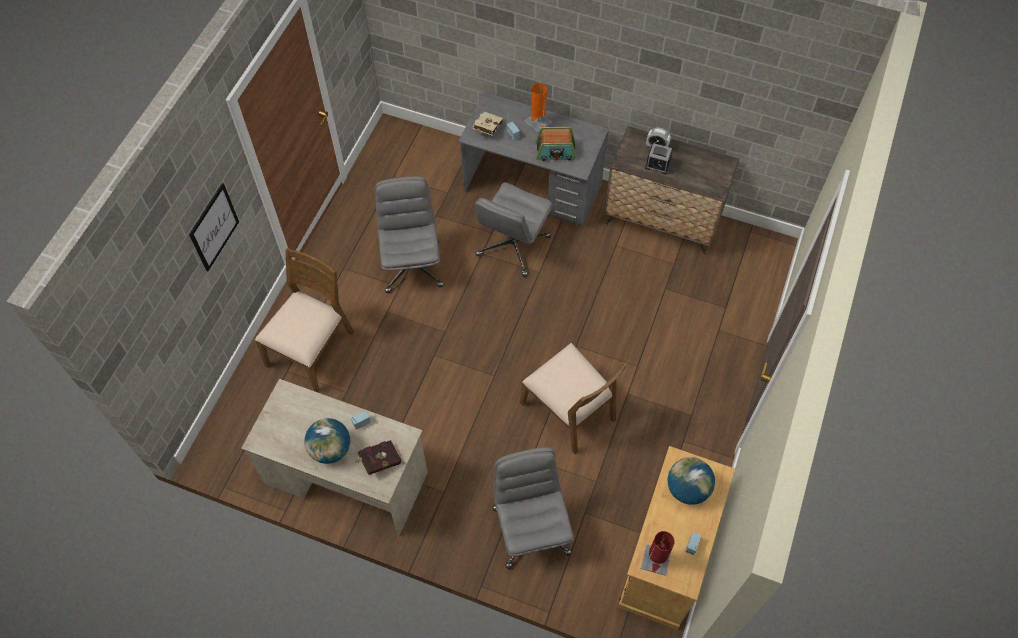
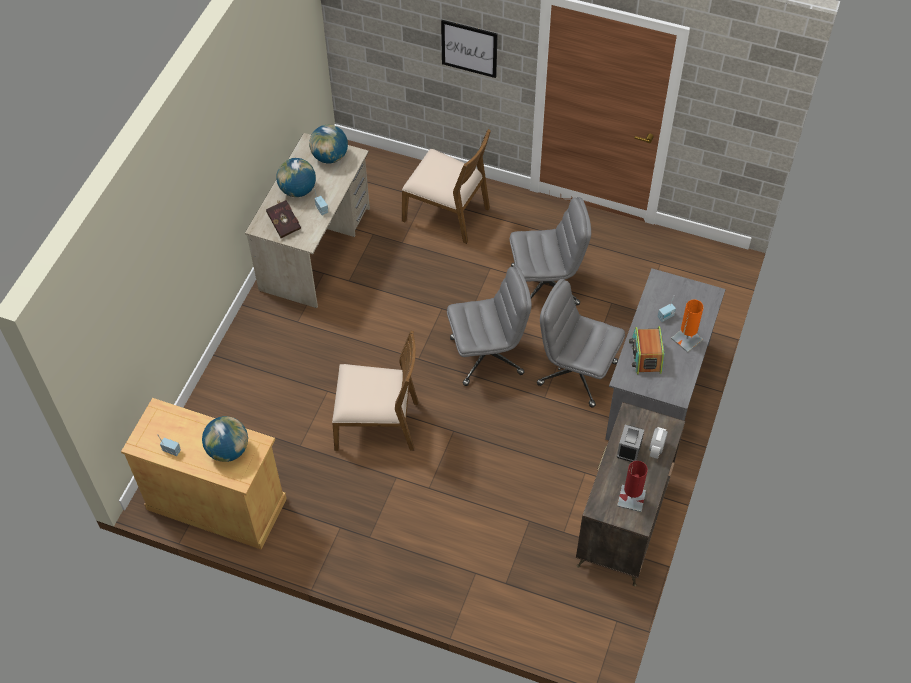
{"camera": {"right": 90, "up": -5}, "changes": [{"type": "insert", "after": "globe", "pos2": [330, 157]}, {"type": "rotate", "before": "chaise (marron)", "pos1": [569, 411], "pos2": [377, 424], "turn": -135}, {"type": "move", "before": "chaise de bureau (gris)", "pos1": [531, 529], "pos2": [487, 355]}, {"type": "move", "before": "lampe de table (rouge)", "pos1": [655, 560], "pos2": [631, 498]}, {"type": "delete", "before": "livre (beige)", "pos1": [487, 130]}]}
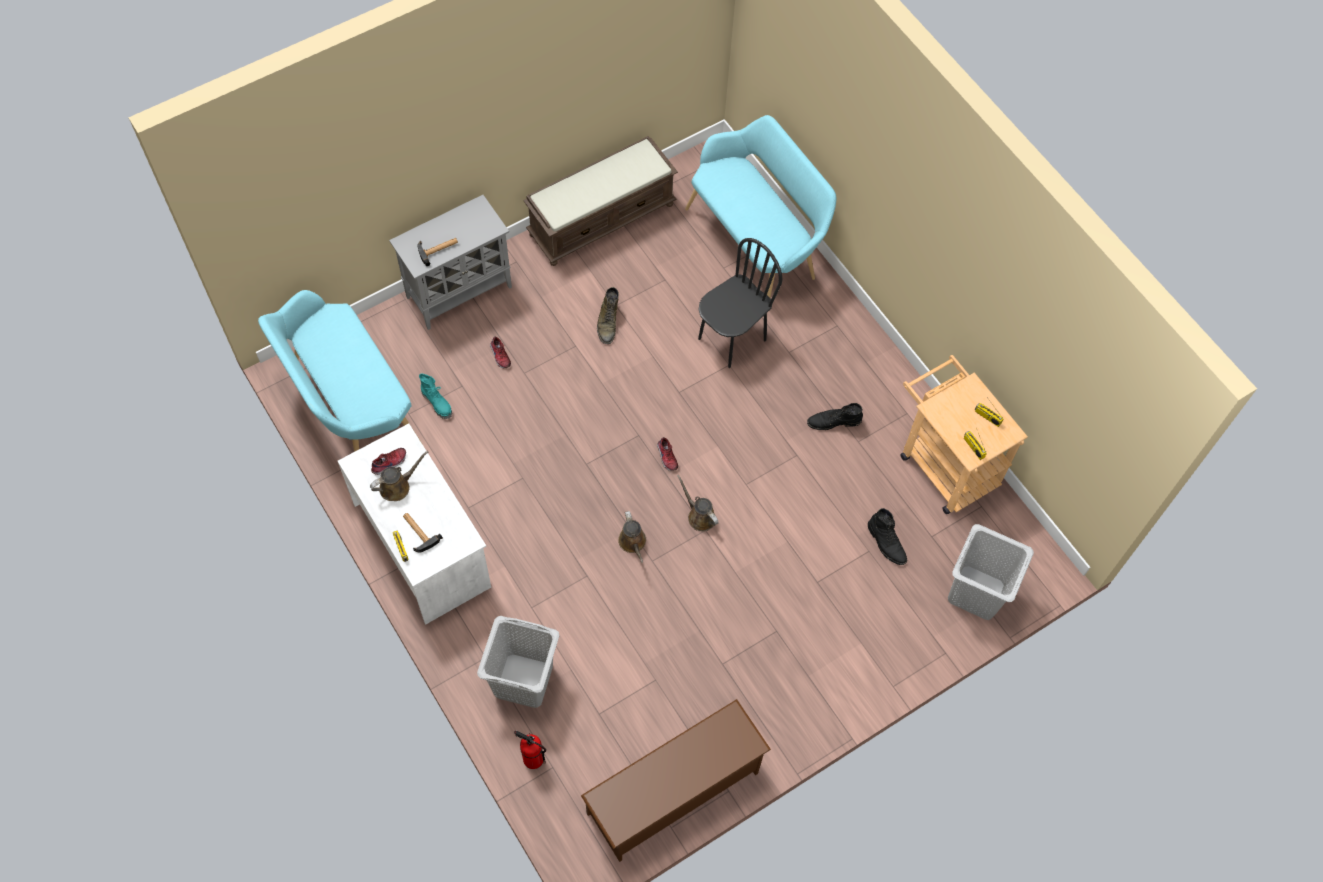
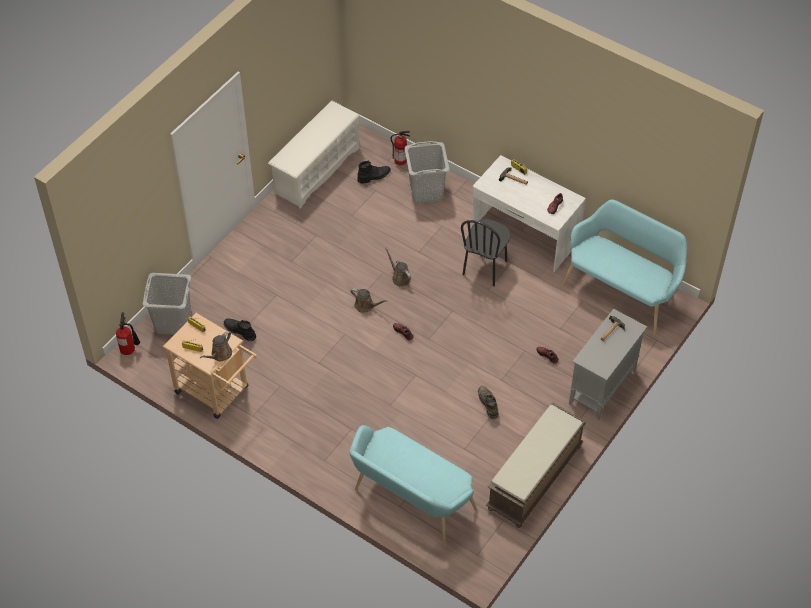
{"camera": {"right": 160, "up": -10}, "changes": [{"type": "insert", "after": "extincteur", "pos2": [130, 349]}, {"type": "move", "before": "arrosoir (marron)", "pos1": [397, 486], "pos2": [220, 354]}, {"type": "recolor", "before": "étagère à chaussures (marron)", "after": "étagère à chaussures (blanc)", "pos1": [673, 793], "pos2": [316, 170]}, {"type": "move", "before": "botte (noir)", "pos1": [834, 421], "pos2": [374, 176]}, {"type": "move", "before": "chaise (noir)", "pos1": [731, 339], "pos2": [485, 268]}, {"type": "delete", "before": "botte (turquoise)", "pos1": [437, 403]}]}
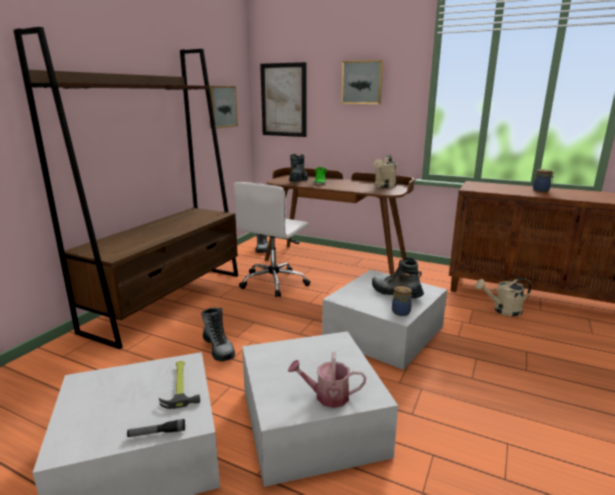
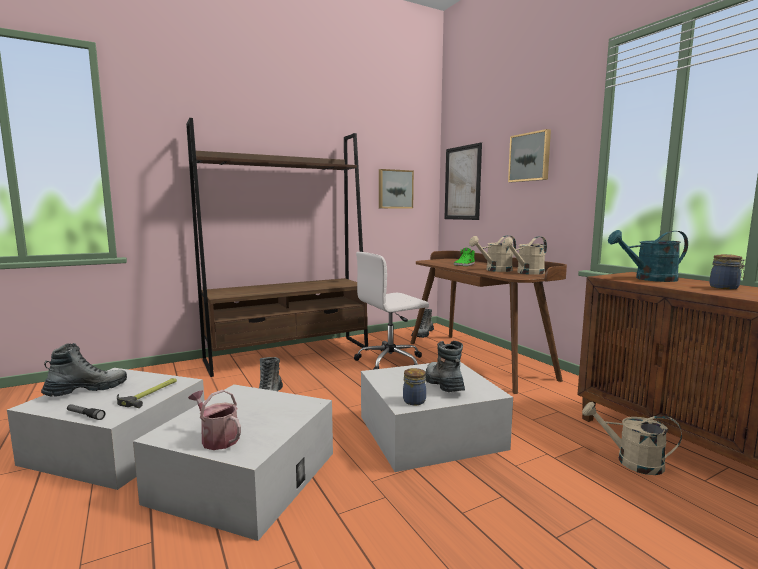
{"camera": {"right": 35, "up": -10}, "changes": [{"type": "move", "before": "botte", "pos1": [298, 181], "pos2": [87, 390]}, {"type": "insert", "after": "arrosoir (beige)", "pos2": [495, 270]}, {"type": "insert", "after": "arrosoir (turquoise)", "pos2": [649, 279]}]}
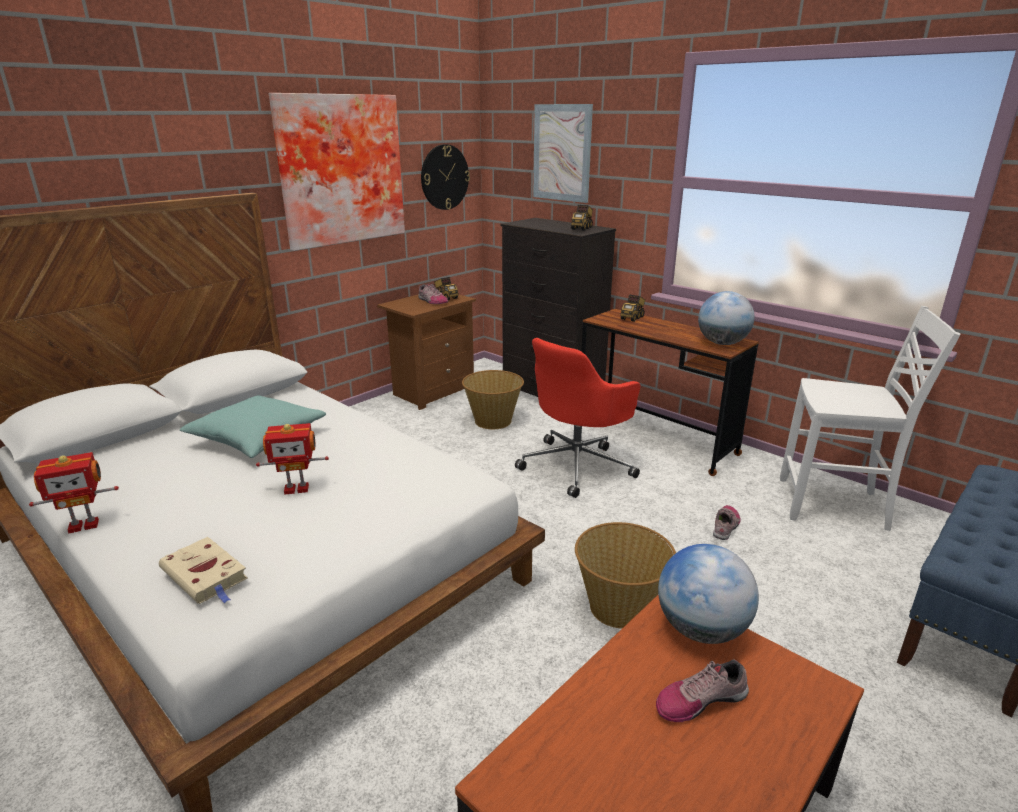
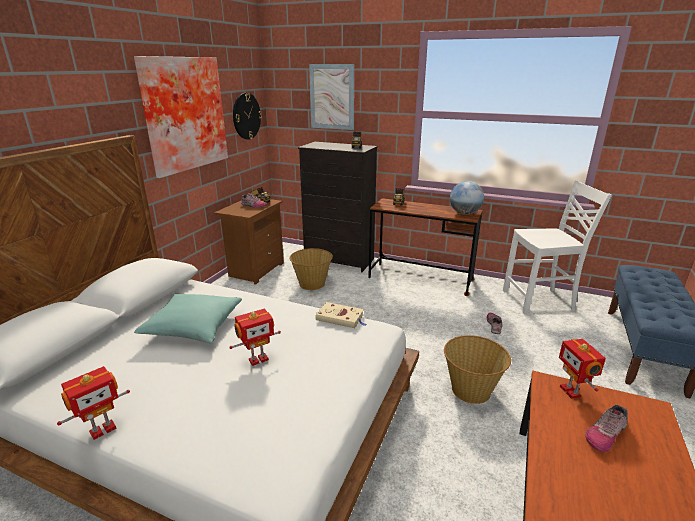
{"camera": {"right": -20, "up": 0}, "changes": [{"type": "move", "before": "livre (beige)", "pos1": [206, 575], "pos2": [341, 318]}, {"type": "replace", "before": "globe", "after": "robot jouet", "pos1": [701, 629], "pos2": [571, 391]}, {"type": "delete", "before": "chaise de bureau (rouge)", "pos1": [577, 465]}]}
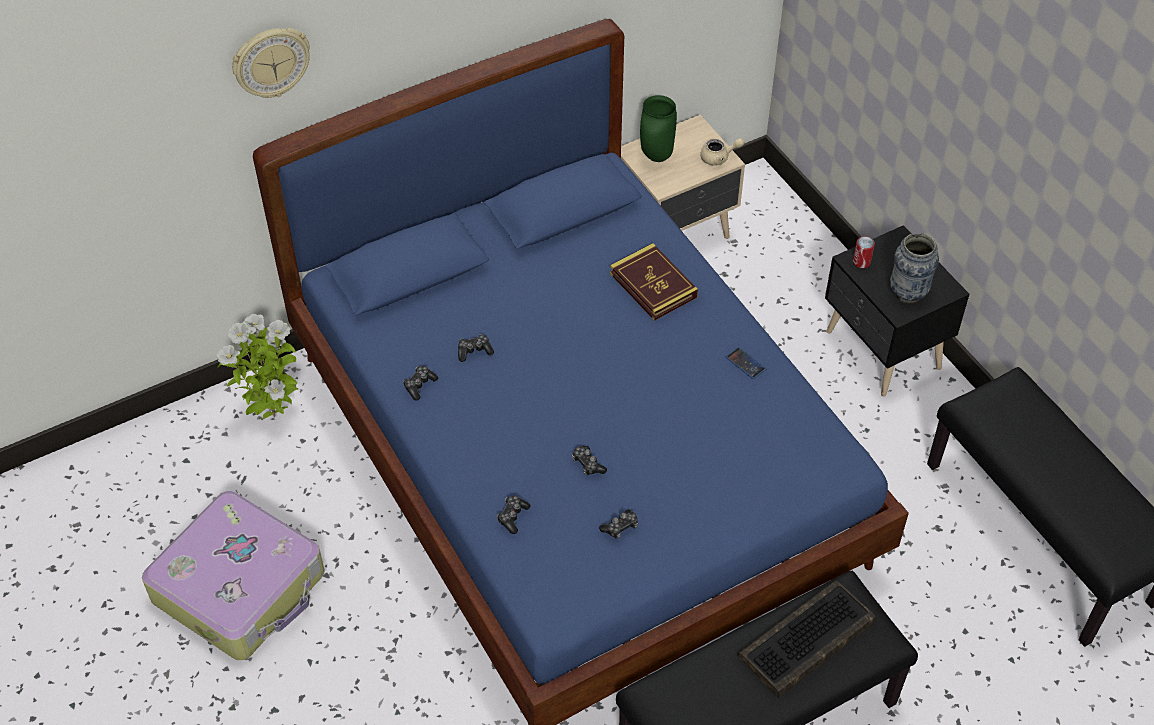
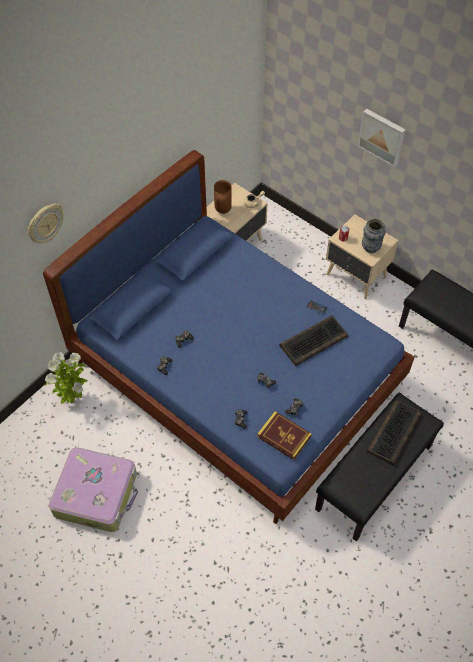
{"camera": {"right": -20, "up": 5}, "changes": [{"type": "recolor", "before": "vase (vert)", "after": "vase (marron)", "pos1": [657, 157], "pos2": [223, 211]}, {"type": "move", "before": "livre", "pos1": [653, 285], "pos2": [284, 437]}, {"type": "insert", "after": "clavier", "pos2": [313, 340]}, {"type": "recolor", "before": "table de chevet (noir)", "after": "table de chevet (beige)", "pos1": [882, 352], "pos2": [356, 277]}, {"type": "insert", "after": "tableau", "pos2": [382, 136]}]}
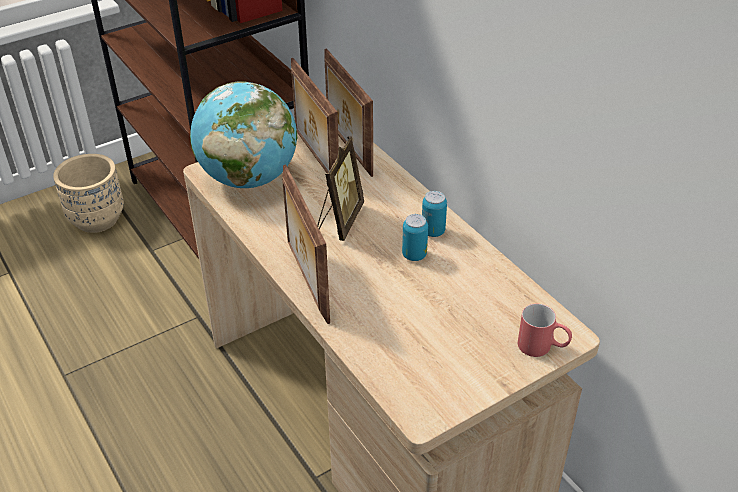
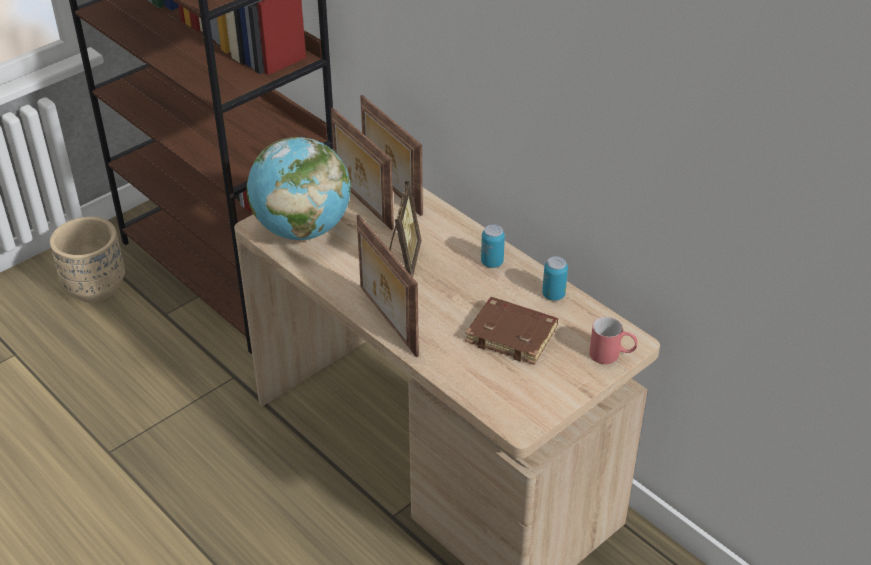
{"camera": {"right": -10, "up": 0}, "changes": [{"type": "insert", "after": "livre (marron)", "pos2": [513, 334]}, {"type": "move", "before": "boîte métallique", "pos1": [414, 255], "pos2": [553, 295]}]}
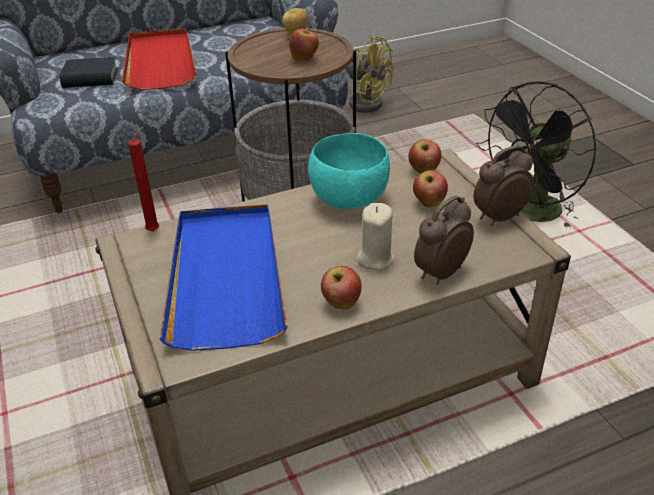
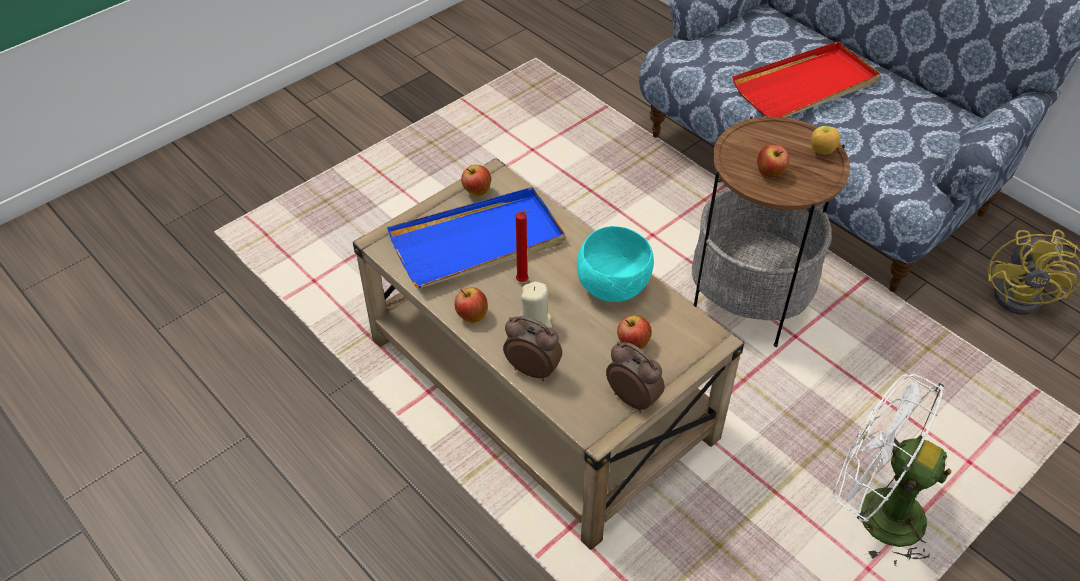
{"camera": {"right": 70, "up": 10}, "changes": [{"type": "move", "before": "pomme", "pos1": [423, 171], "pos2": [476, 191]}, {"type": "move", "before": "bougie (rouge)", "pos1": [155, 230], "pos2": [524, 282]}, {"type": "recolor", "before": "ventilateur (noir)", "after": "ventilateur (blanc)", "pos1": [529, 215], "pos2": [875, 513]}, {"type": "delete", "before": "livre", "pos1": [90, 79]}]}
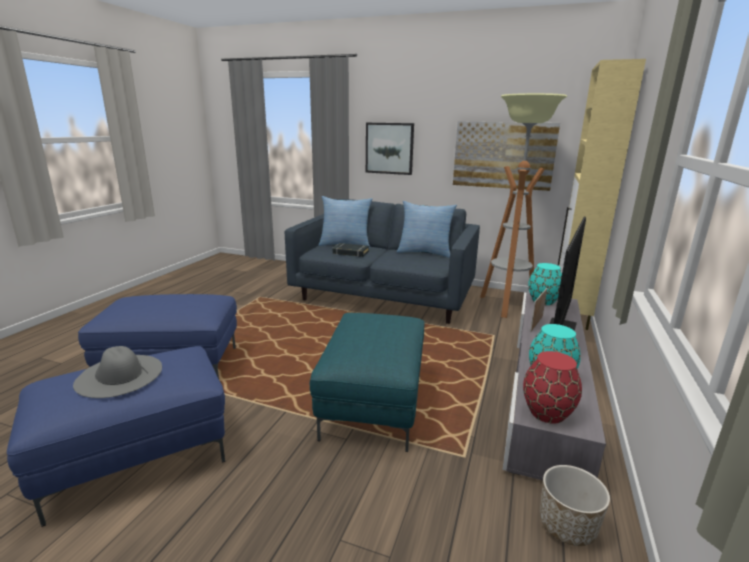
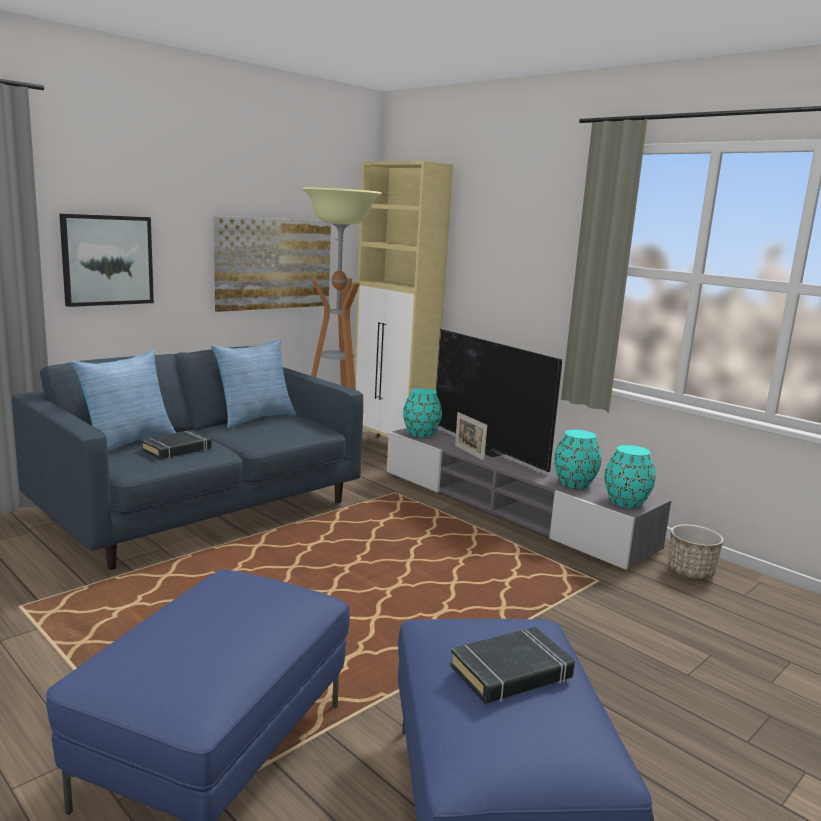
{"camera": {"right": -65, "up": -5}, "changes": [{"type": "replace", "before": "chapeau (gris)", "after": "livre (noir)", "pos1": [119, 375], "pos2": [511, 672]}, {"type": "recolor", "before": "vase (rouge)", "after": "vase (turquoise)", "pos1": [546, 412], "pos2": [625, 502]}, {"type": "delete", "before": "pouf (turquoise)", "pos1": [372, 403]}]}
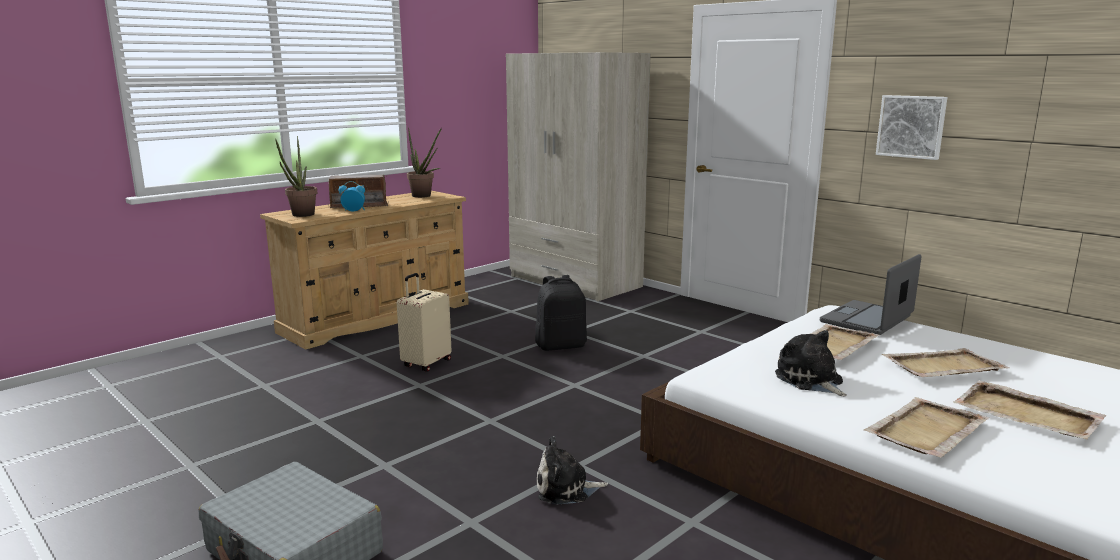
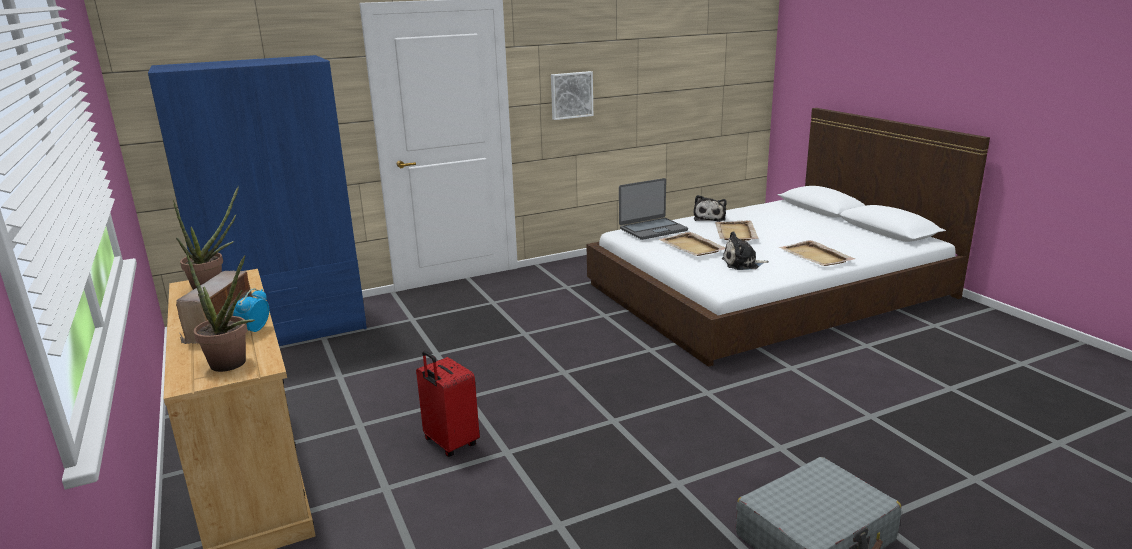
{"camera": {"right": -70, "up": 5}, "changes": [{"type": "recolor", "before": "armoire (beige)", "after": "armoire (bleu)", "pos1": [574, 281], "pos2": [288, 329]}, {"type": "recolor", "before": "valise (beige)", "after": "valise (rouge)", "pos1": [426, 363], "pos2": [450, 443]}, {"type": "rotate", "before": "ordinateur portable", "pos1": [867, 320], "pos2": [652, 229], "turn": -90}, {"type": "move", "before": "peluche", "pos1": [566, 489], "pos2": [709, 218]}, {"type": "delete", "before": "sac à dos (noir)", "pos1": [561, 345]}, {"type": "delete", "before": "plateau (beige)", "pos1": [1028, 414]}]}
